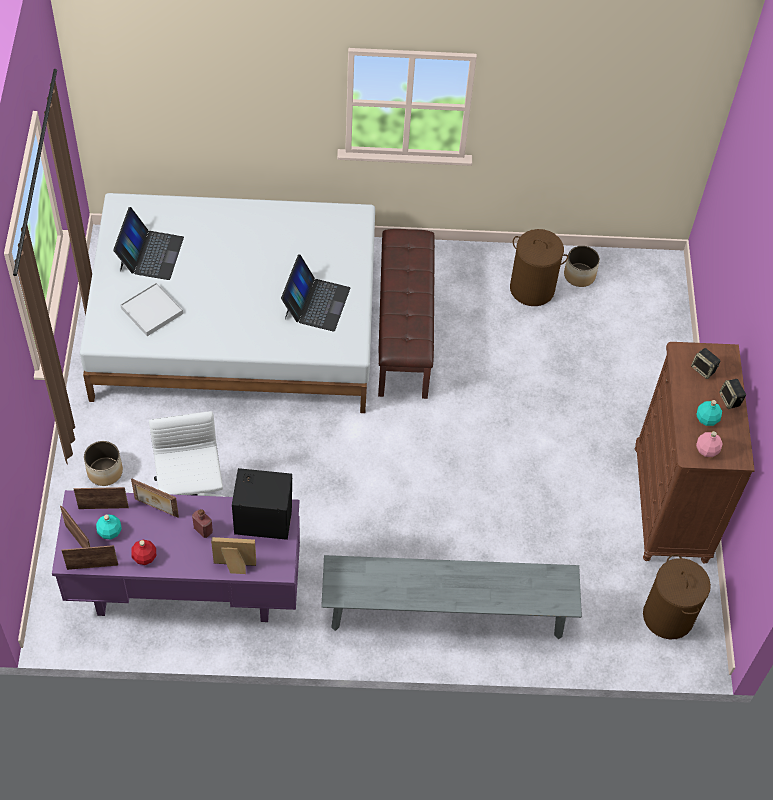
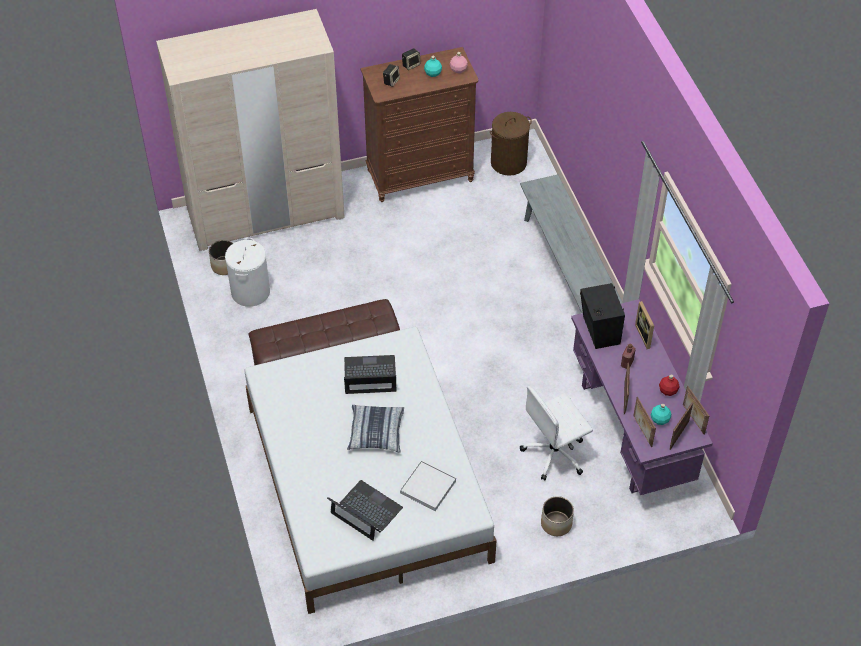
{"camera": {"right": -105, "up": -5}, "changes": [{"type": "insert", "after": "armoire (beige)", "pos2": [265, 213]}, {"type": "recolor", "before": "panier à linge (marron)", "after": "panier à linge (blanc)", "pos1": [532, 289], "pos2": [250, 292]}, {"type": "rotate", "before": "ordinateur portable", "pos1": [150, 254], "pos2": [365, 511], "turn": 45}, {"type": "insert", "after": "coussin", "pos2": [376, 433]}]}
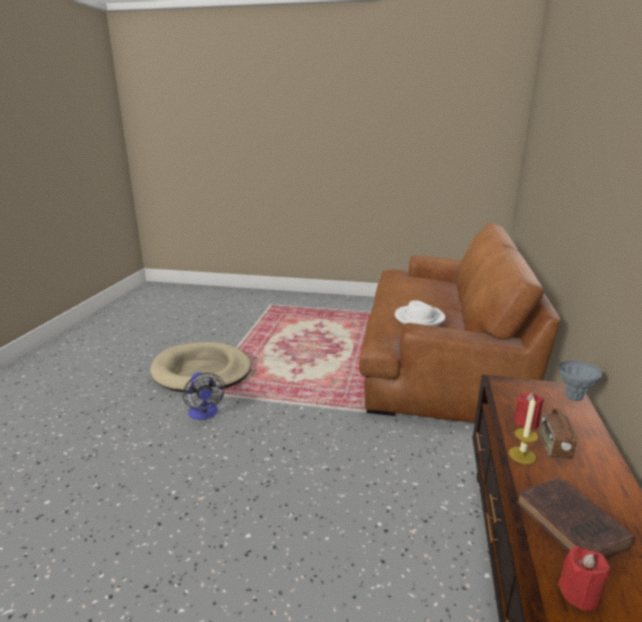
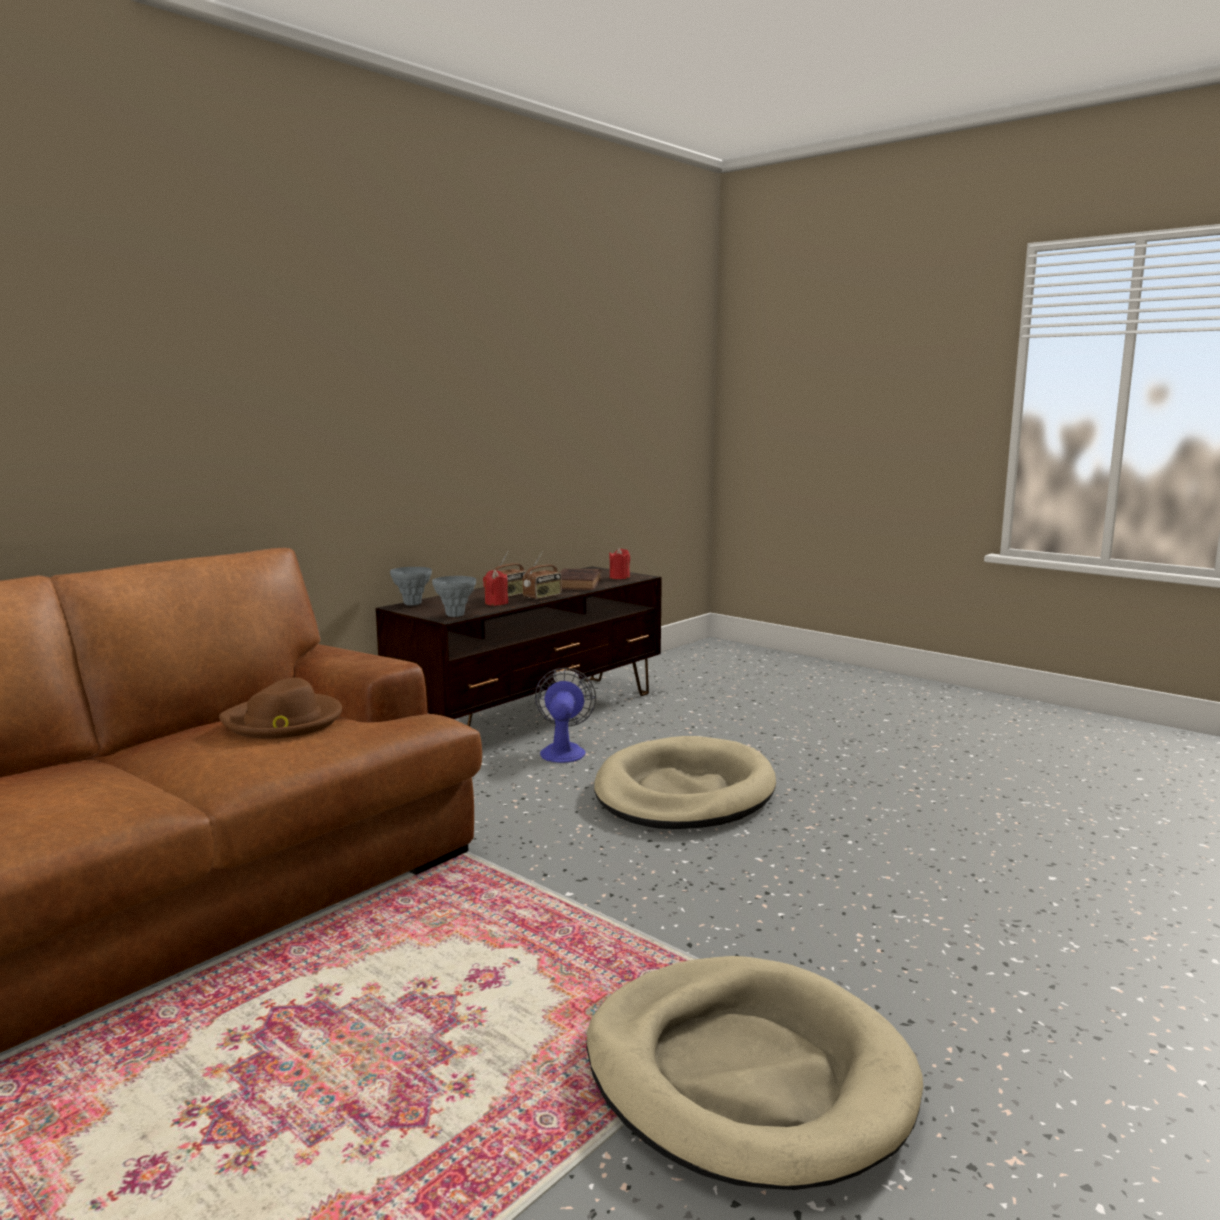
{"camera": {"right": -150, "up": -10}, "changes": [{"type": "recolor", "before": "chapeau (blanc)", "after": "chapeau (marron)", "pos1": [419, 318], "pos2": [283, 721]}, {"type": "insert", "after": "vase (gris)", "pos2": [455, 615]}, {"type": "replace", "before": "bougie", "after": "radio", "pos1": [522, 455], "pos2": [542, 597]}, {"type": "move", "before": "ventilateur", "pos1": [204, 414], "pos2": [563, 750]}, {"type": "insert", "after": "panier pour chien (beige)", "pos2": [684, 792]}]}
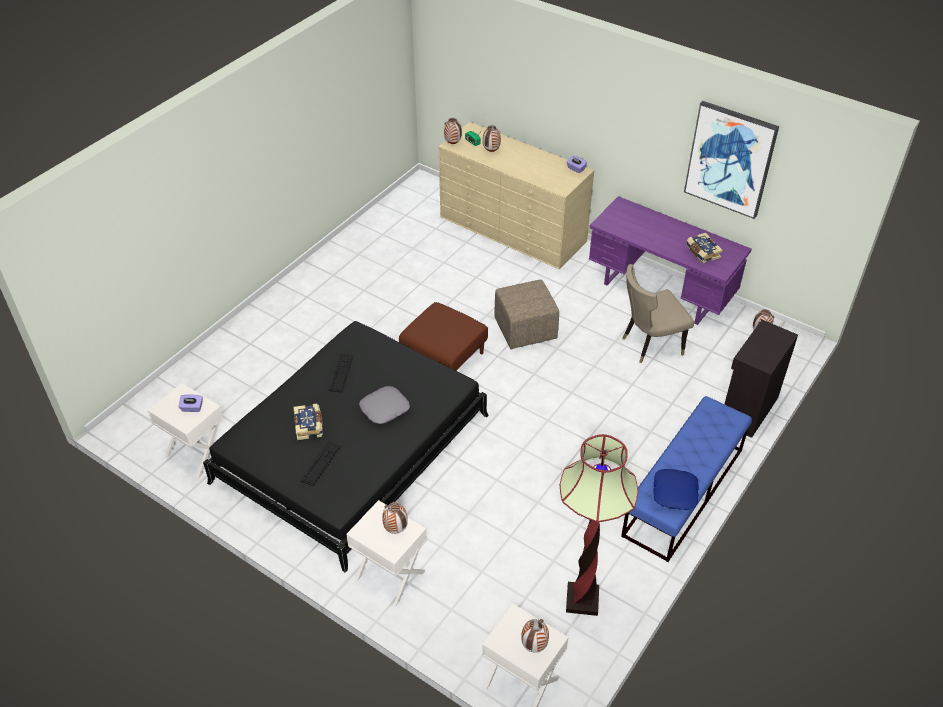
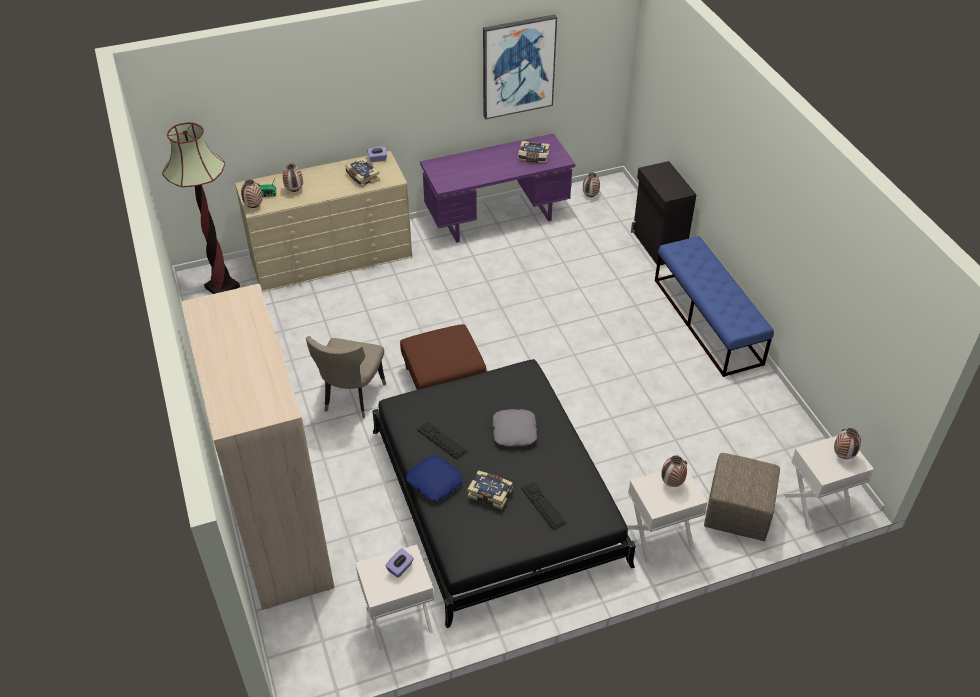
{"camera": {"right": -55, "up": 0}, "changes": [{"type": "move", "before": "lampadaire", "pos1": [582, 600], "pos2": [222, 287]}, {"type": "insert", "after": "armoire (beige)", "pos2": [280, 530]}, {"type": "move", "before": "chaise (beige)", "pos1": [649, 345], "pos2": [351, 398]}, {"type": "insert", "after": "livre", "pos2": [362, 177]}, {"type": "move", "before": "coussin (bleu)", "pos1": [674, 492], "pos2": [434, 482]}, {"type": "move", "before": "pouf (beige)", "pos1": [526, 329], "pos2": [737, 511]}]}
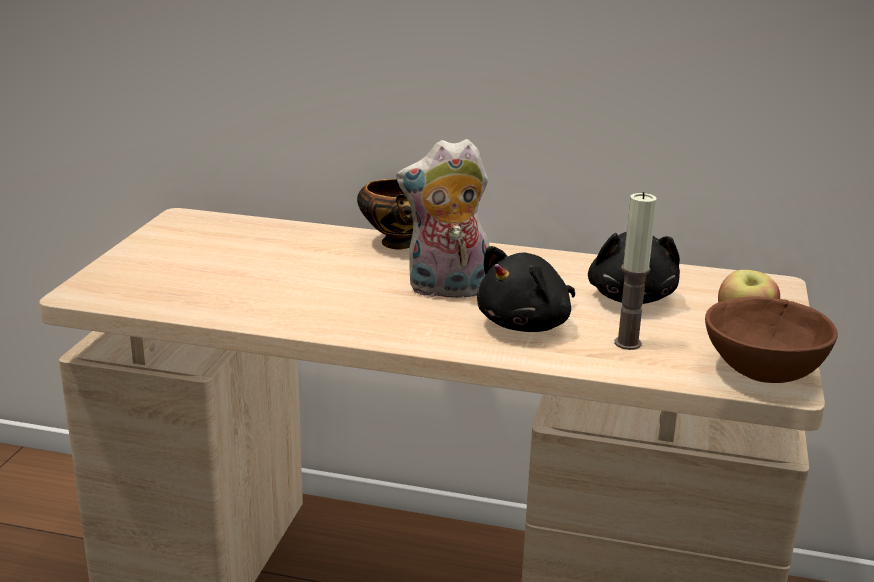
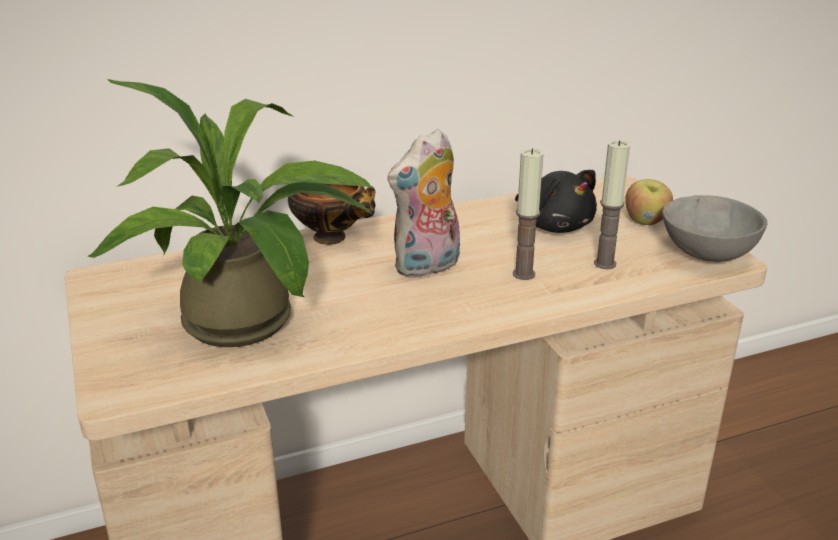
{"camera": {"right": -35, "up": 5}, "changes": [{"type": "insert", "after": "plante en pot", "pos2": [249, 326]}, {"type": "replace", "before": "peluche (noir)", "after": "bougie", "pos1": [527, 324], "pos2": [523, 274]}, {"type": "recolor", "before": "bol (marron)", "after": "bol (gris)", "pos1": [760, 374], "pos2": [706, 256]}]}
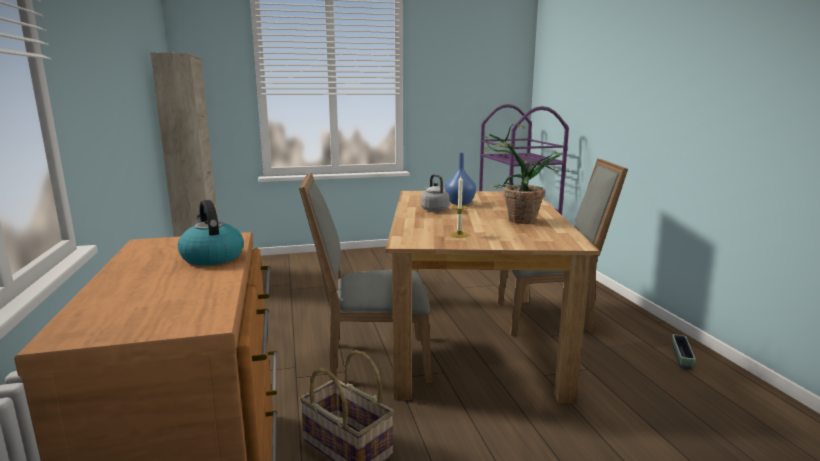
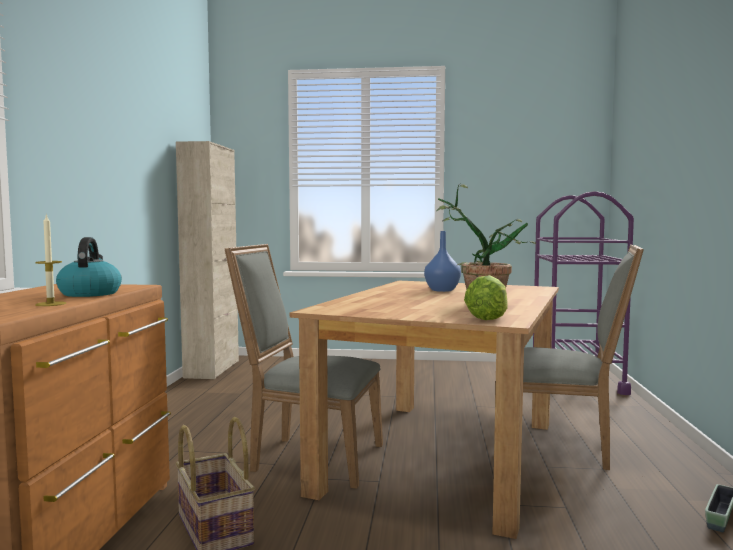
{"camera": {"right": 20, "up": -10}, "changes": [{"type": "move", "before": "bougie", "pos1": [459, 235], "pos2": [50, 304]}, {"type": "insert", "after": "laitue", "pos2": [488, 318]}, {"type": "delete", "before": "bouilloire (gris)", "pos1": [434, 209]}]}
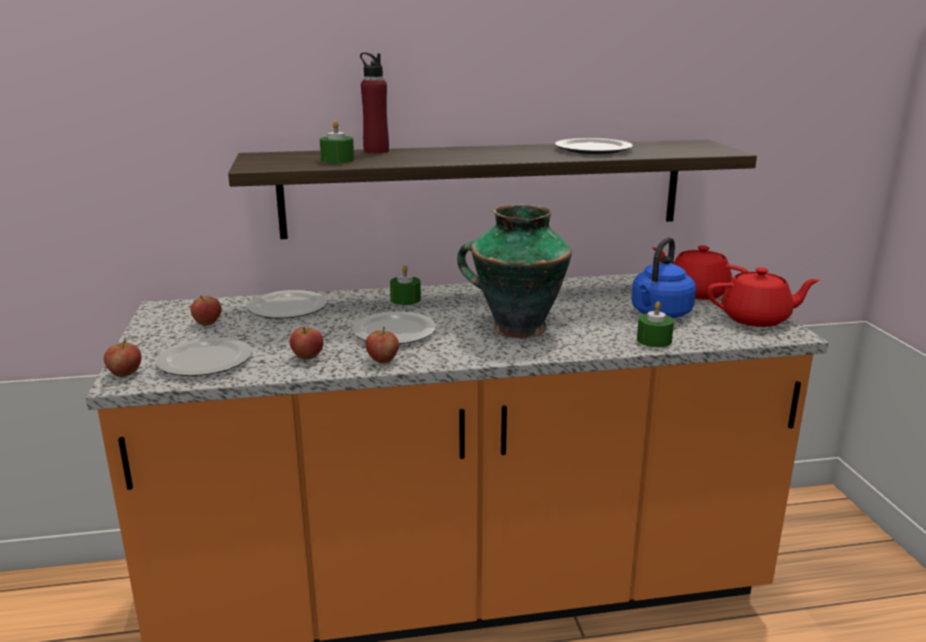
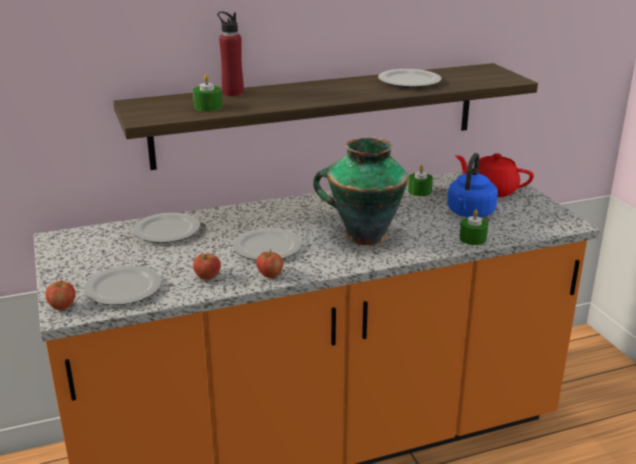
{"camera": {"right": -10, "up": 5}, "changes": [{"type": "move", "before": "bougie (vert)", "pos1": [405, 299], "pos2": [419, 191]}, {"type": "delete", "before": "pomme", "pos1": [208, 323]}, {"type": "delete", "before": "théière (rouge)", "pos1": [756, 319]}]}
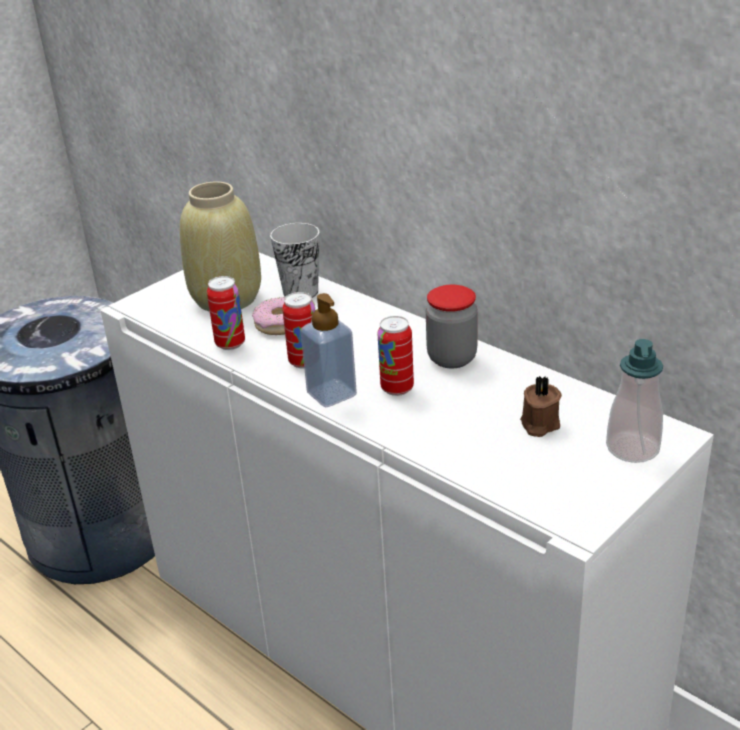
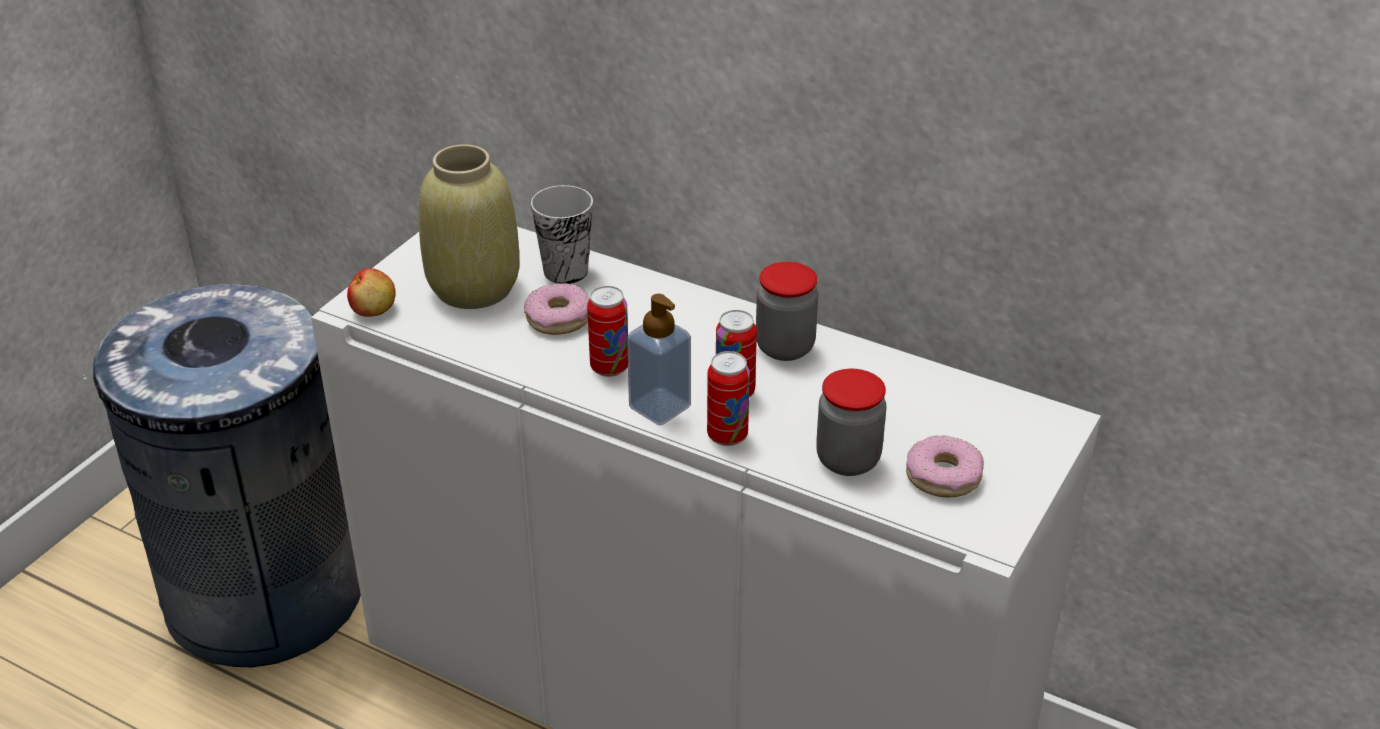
{"camera": {"right": -15, "up": 5}, "changes": [{"type": "insert", "after": "pomme", "pos2": [374, 310]}, {"type": "move", "before": "boîte métallique", "pos1": [230, 344], "pos2": [727, 436]}, {"type": "insert", "after": "bocal", "pos2": [848, 460]}, {"type": "insert", "after": "beignet", "pos2": [943, 476]}, {"type": "delete", "before": "bougie (marron)", "pos1": [538, 424]}, {"type": "delete", "before": "distributeur de savon", "pos1": [632, 448]}]}
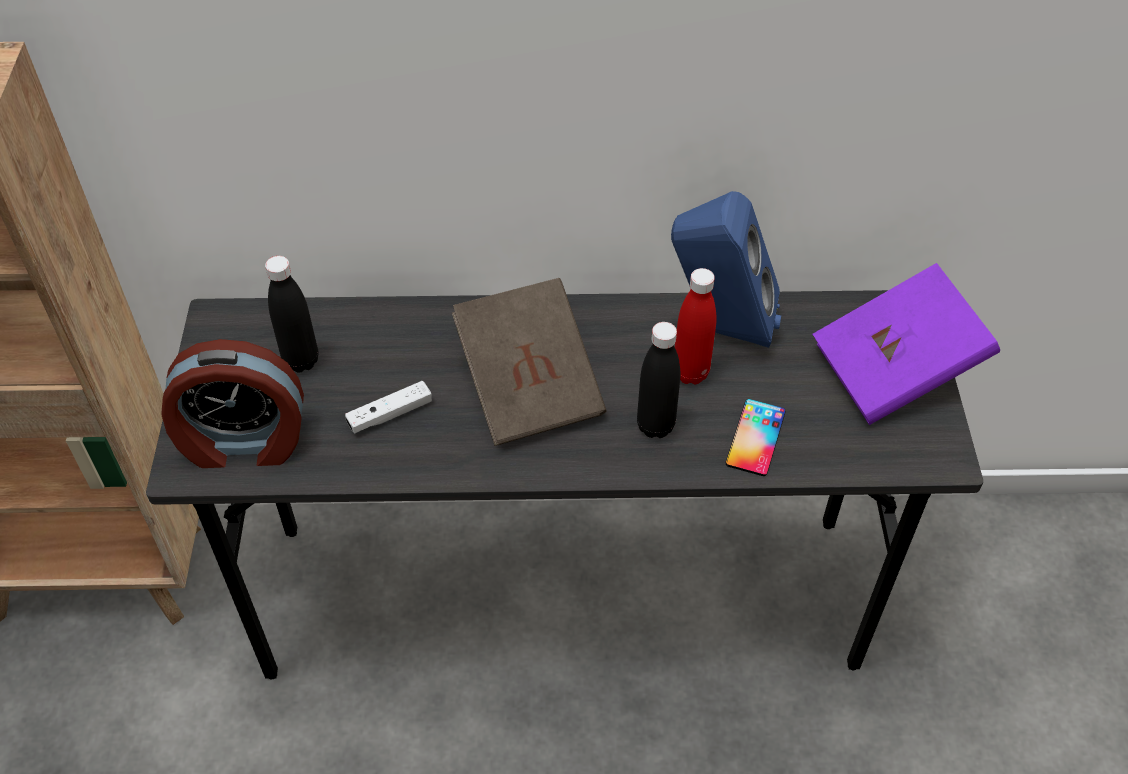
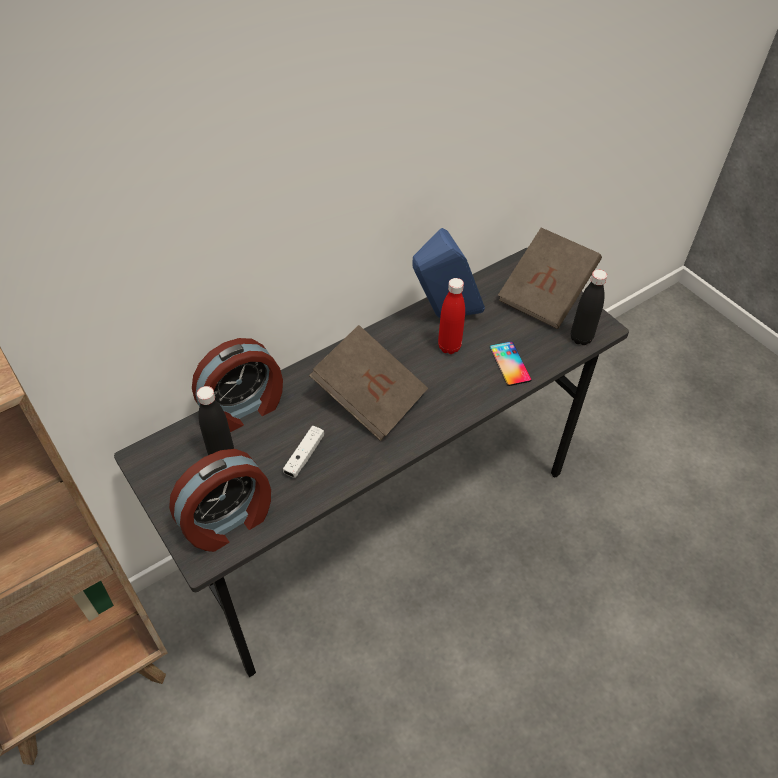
{"camera": {"right": -35, "up": 0}, "changes": [{"type": "insert", "after": "réveil", "pos2": [244, 408]}, {"type": "recolor", "before": "livre (violet)", "after": "livre (marron)", "pos1": [896, 369], "pos2": [545, 295]}, {"type": "move", "before": "bouteille (noir)", "pos1": [655, 426], "pos2": [581, 338]}]}
